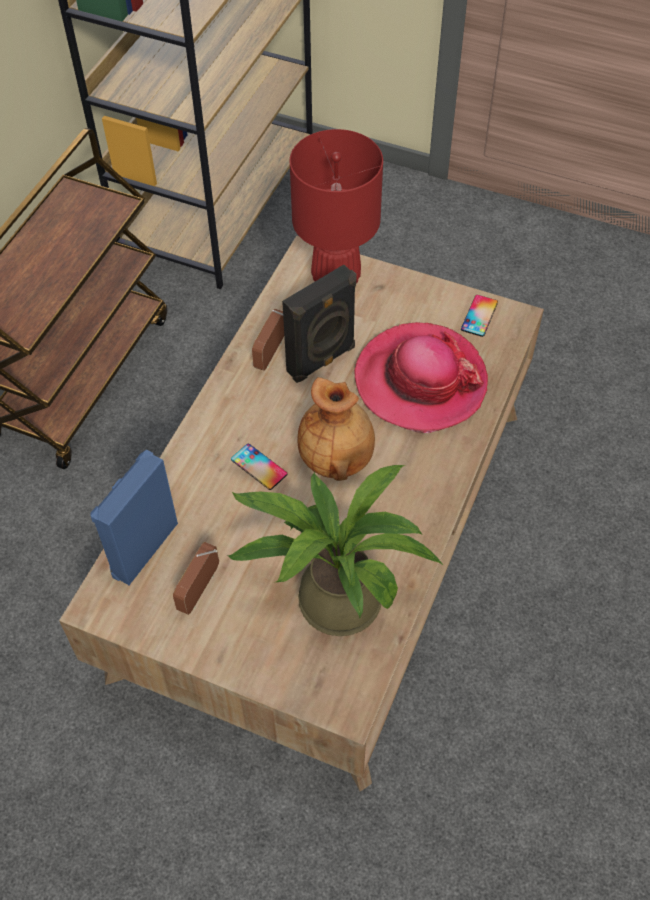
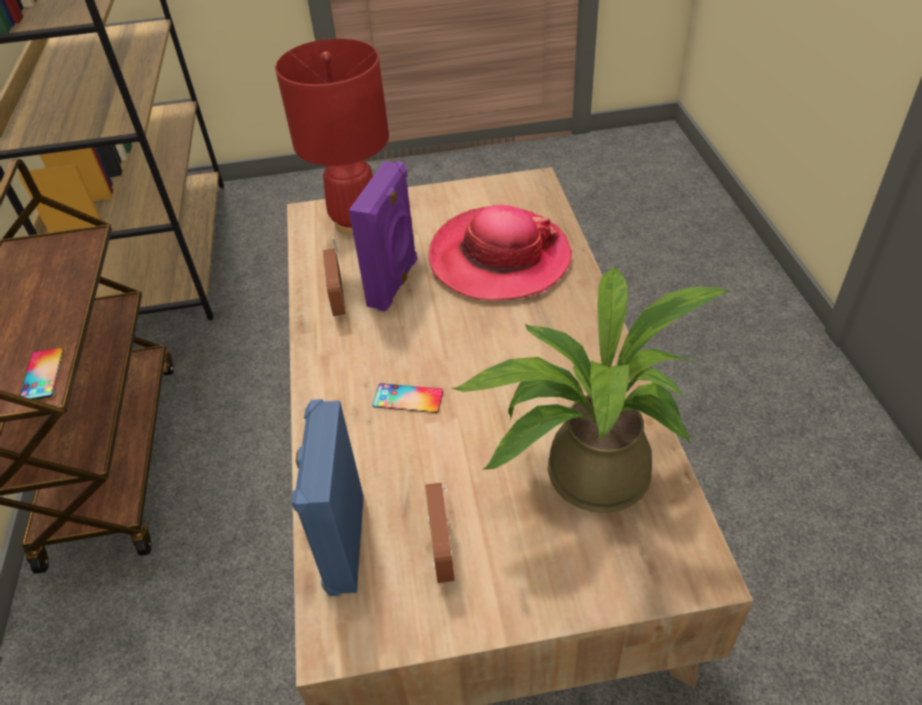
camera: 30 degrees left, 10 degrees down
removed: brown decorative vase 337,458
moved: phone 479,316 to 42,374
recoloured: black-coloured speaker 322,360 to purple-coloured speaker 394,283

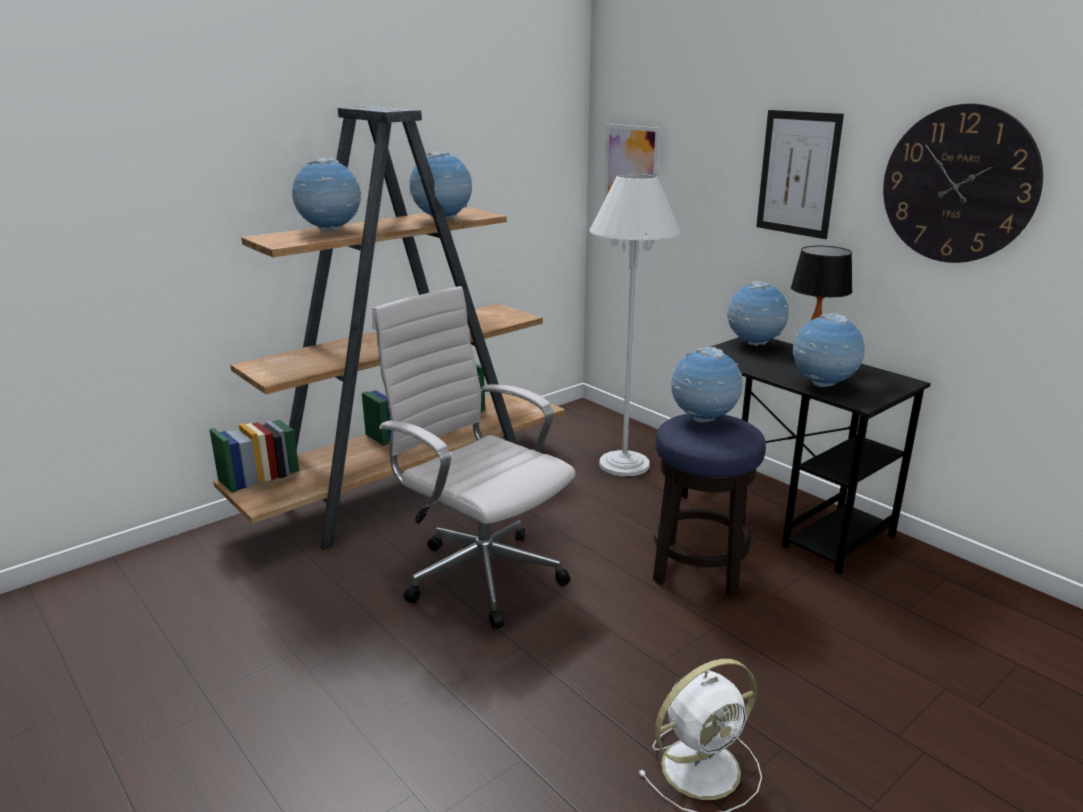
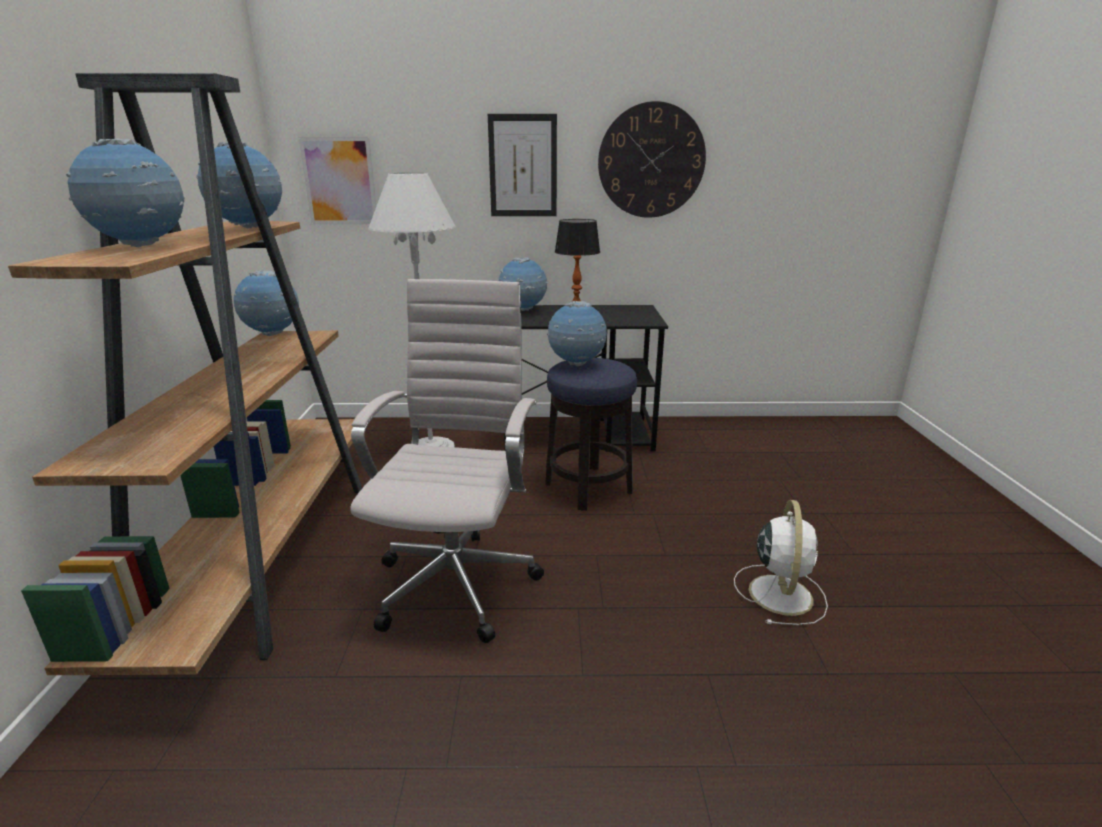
camera: 50 degrees left, 0 degrees up
moved: world globe 823,385 to 272,335
turned: whitish computer chair 479,574 = 458,580 105 degrees clockwise

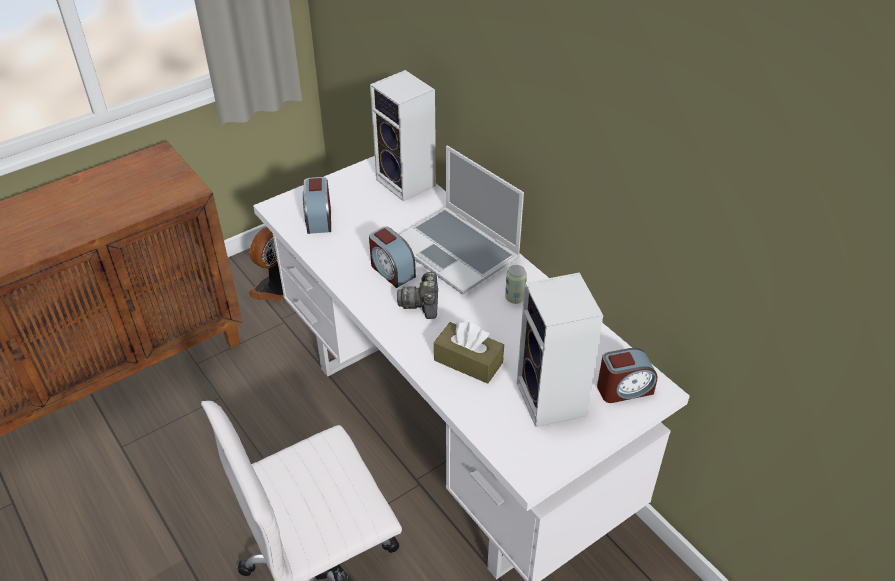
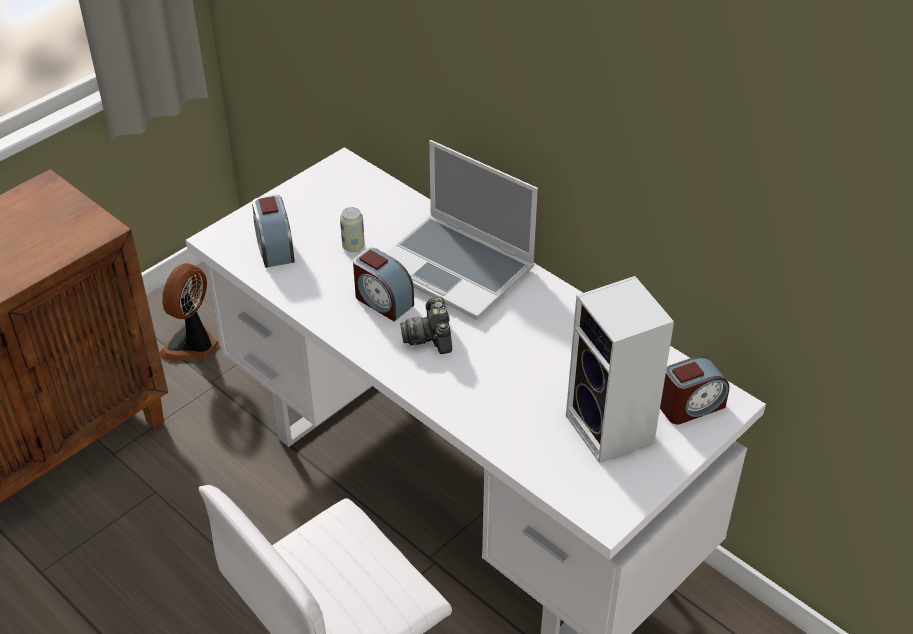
camera: 10 degrees left, 0 degrees up
removed: speaker 408,183; brown box of tissues 468,361
moved: metal can 514,298 to 353,246

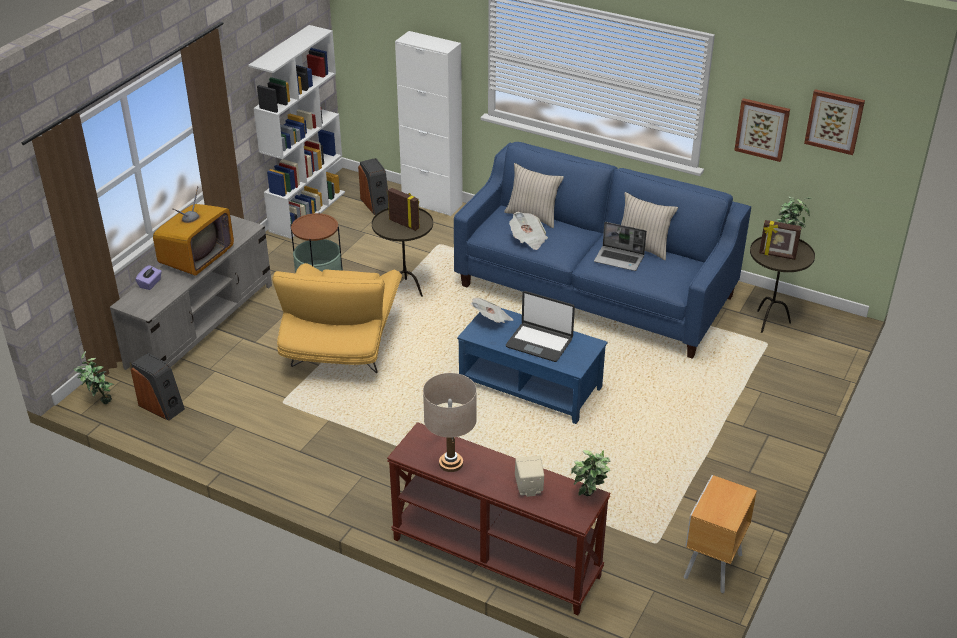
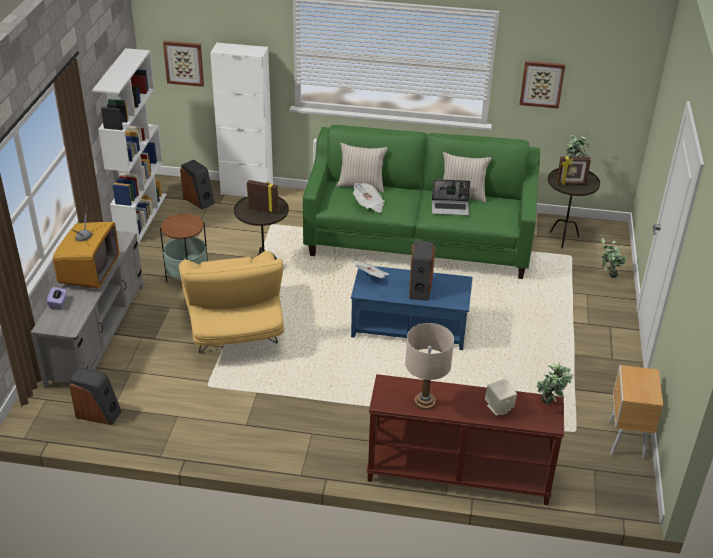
camera: 20 degrees left, 0 degrees up
moved: potted plant 100,401 to 608,277; wall picture 834,121 to 184,63
replaced: notebook computer 539,342 to speaker 420,288
recoloured: blue settee 594,291 to green-coloured settee 418,240

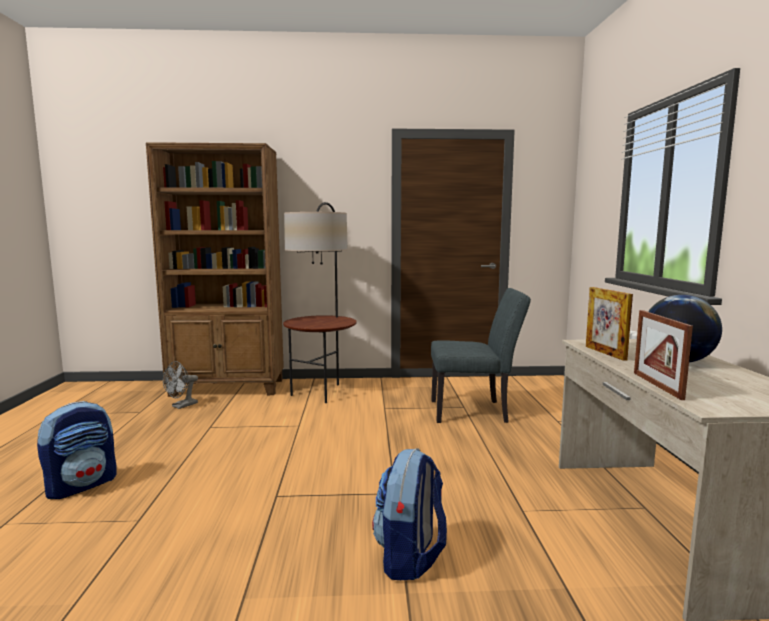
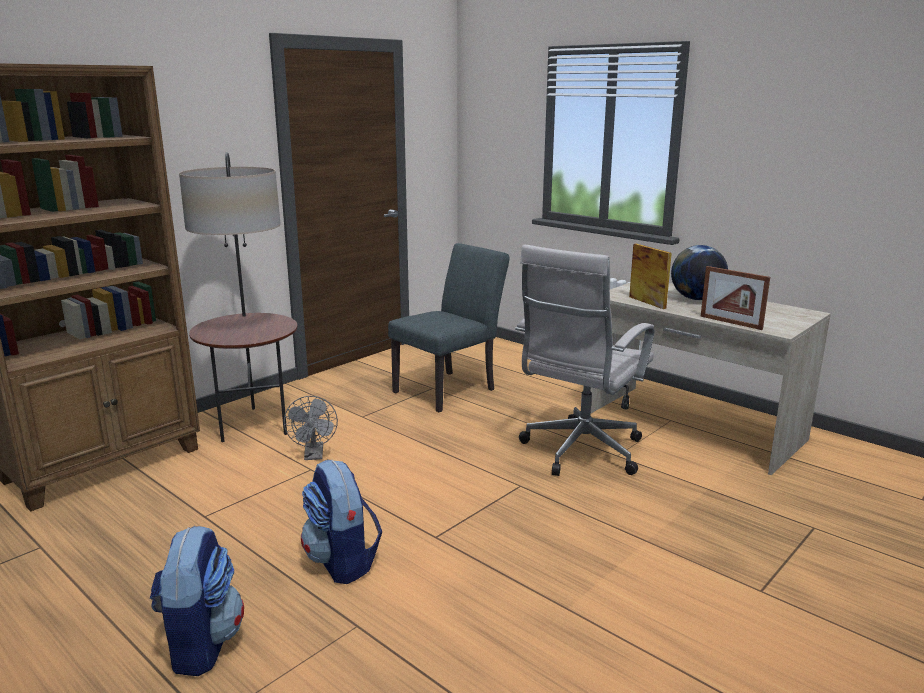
camera: 45 degrees left, 10 degrees up
added: whitish computer chair 579,453
moved: grey cooling fan 181,406 to 314,455; rucksack 410,557 to 342,562
turned: picture frame 605,353 = 647,302 150 degrees counterclockwise

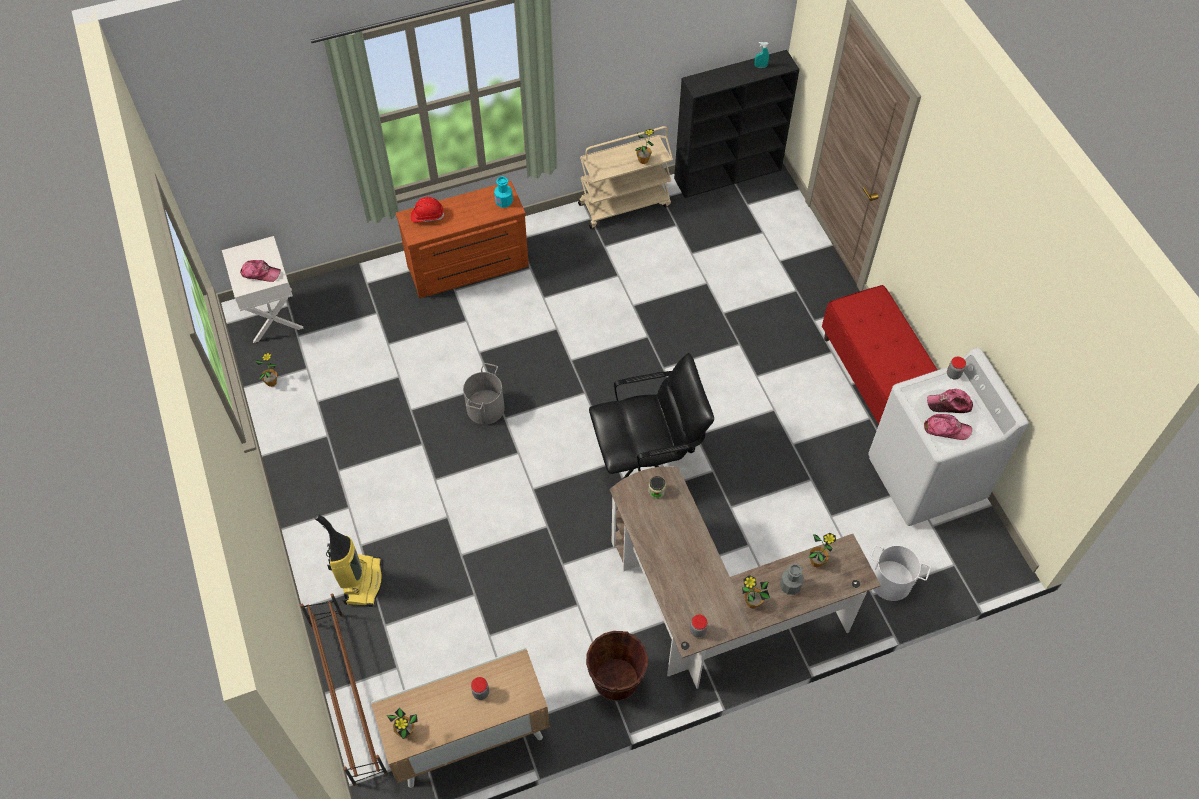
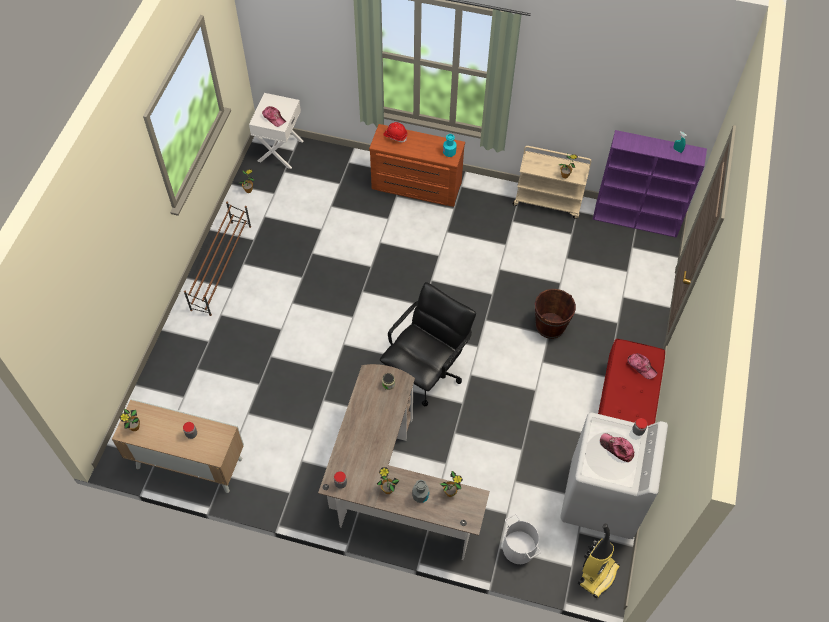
camera: 35 degrees right, 0 degrees up
removed: grey pail 485,408
moved: brown shoe shelf 347,695 to 222,267; vacuum 361,581 to 597,574; brown pail 616,680 to 550,326; peaked cap 946,429 to 641,367
recoloured: black-coloured shelving unit 728,173 to purple-coloured shelving unit 636,220
turned: black-coloured computer chair 648,462 = 426,372 75 degrees counterclockwise

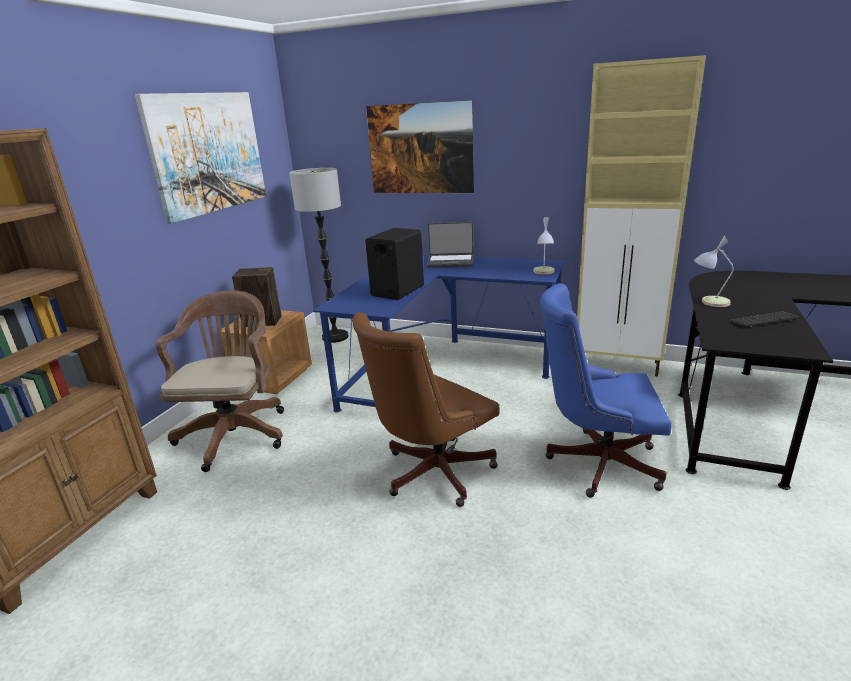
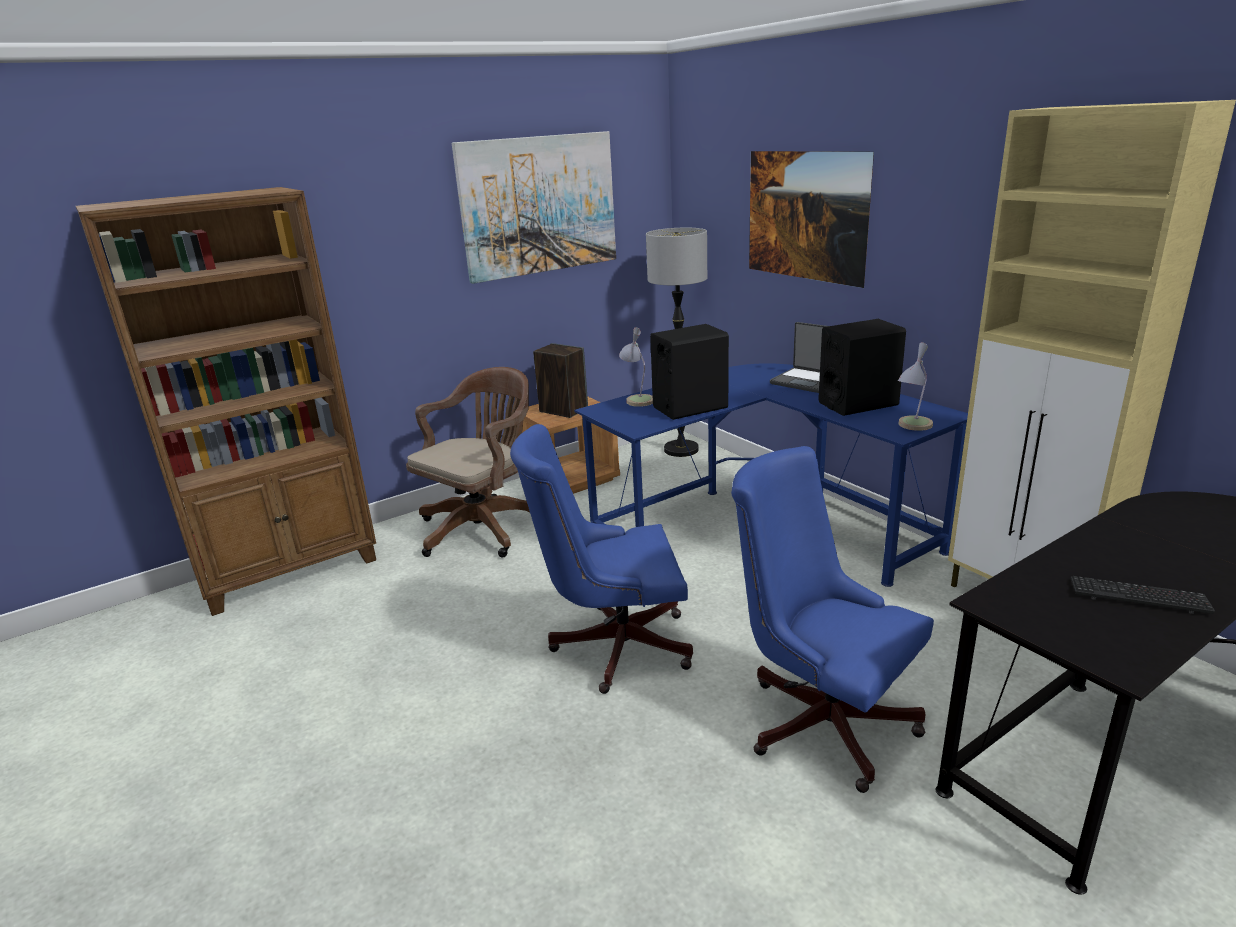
camera: 35 degrees right, 0 degrees up
added: black-coloured speaker 858,404
moved: tabletop lamp 709,301 to 637,399
recoloured: brown computer chair 431,474 to blue computer chair 613,646

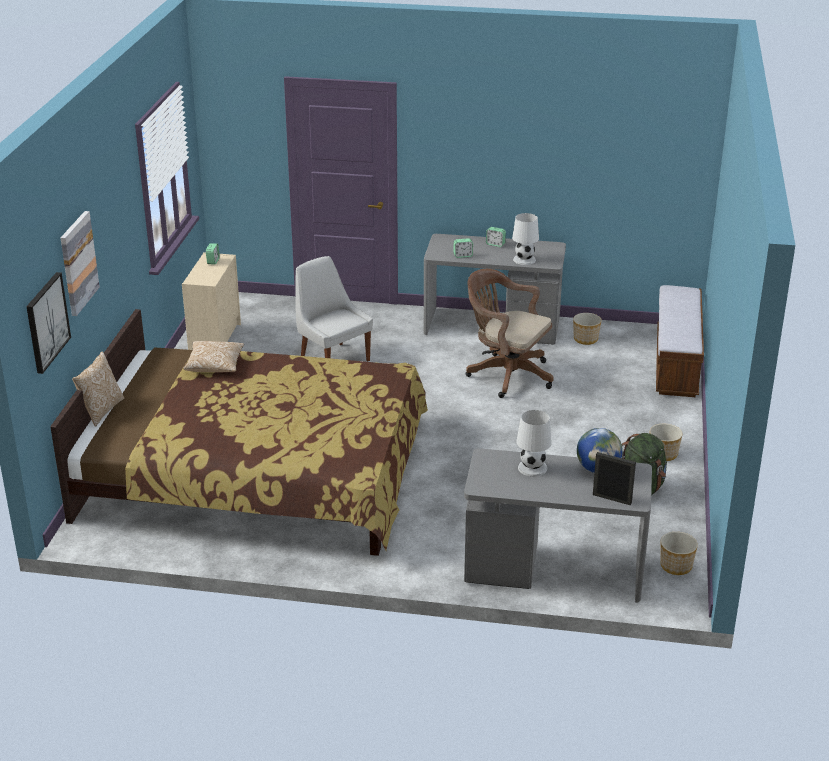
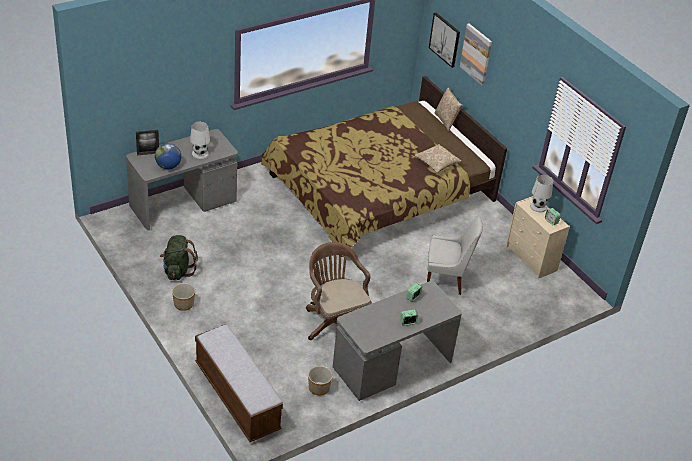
camera: 135 degrees right, 10 degrees up
removed: planter 675,566
moved: whitish tabletop lamp 524,260 to 538,206
turned: brown computer chair 506,374 = 334,322 105 degrees counterclockwise

